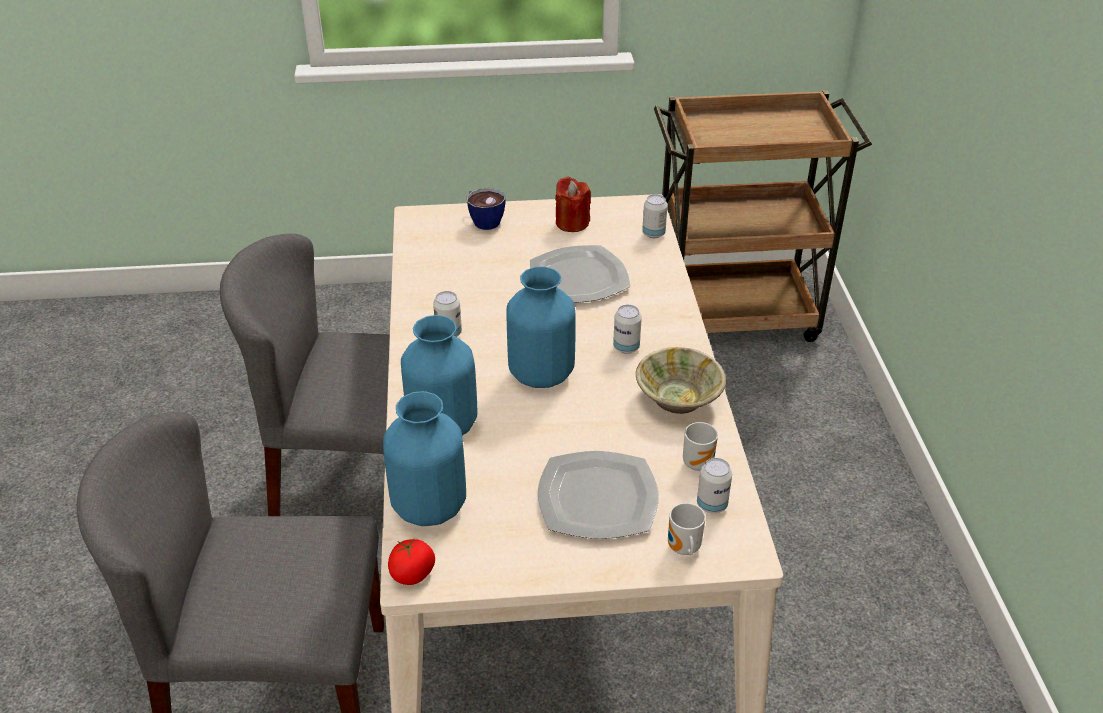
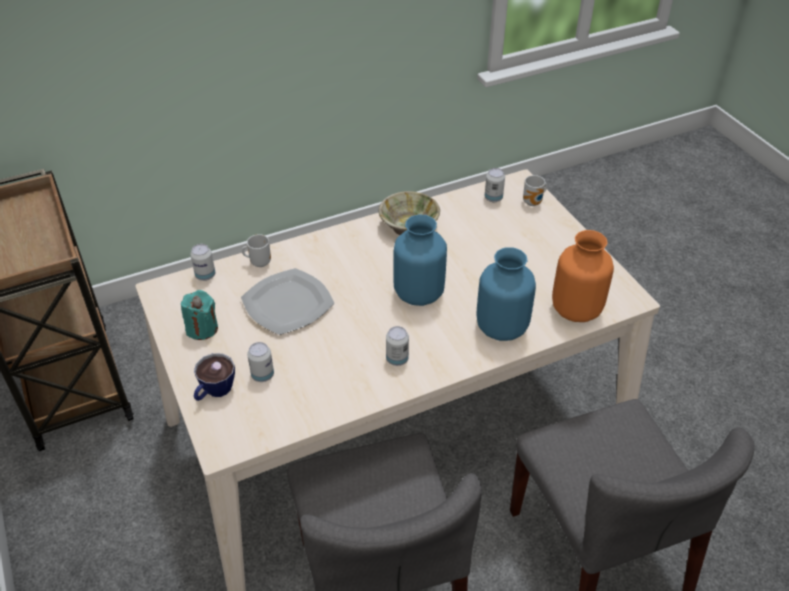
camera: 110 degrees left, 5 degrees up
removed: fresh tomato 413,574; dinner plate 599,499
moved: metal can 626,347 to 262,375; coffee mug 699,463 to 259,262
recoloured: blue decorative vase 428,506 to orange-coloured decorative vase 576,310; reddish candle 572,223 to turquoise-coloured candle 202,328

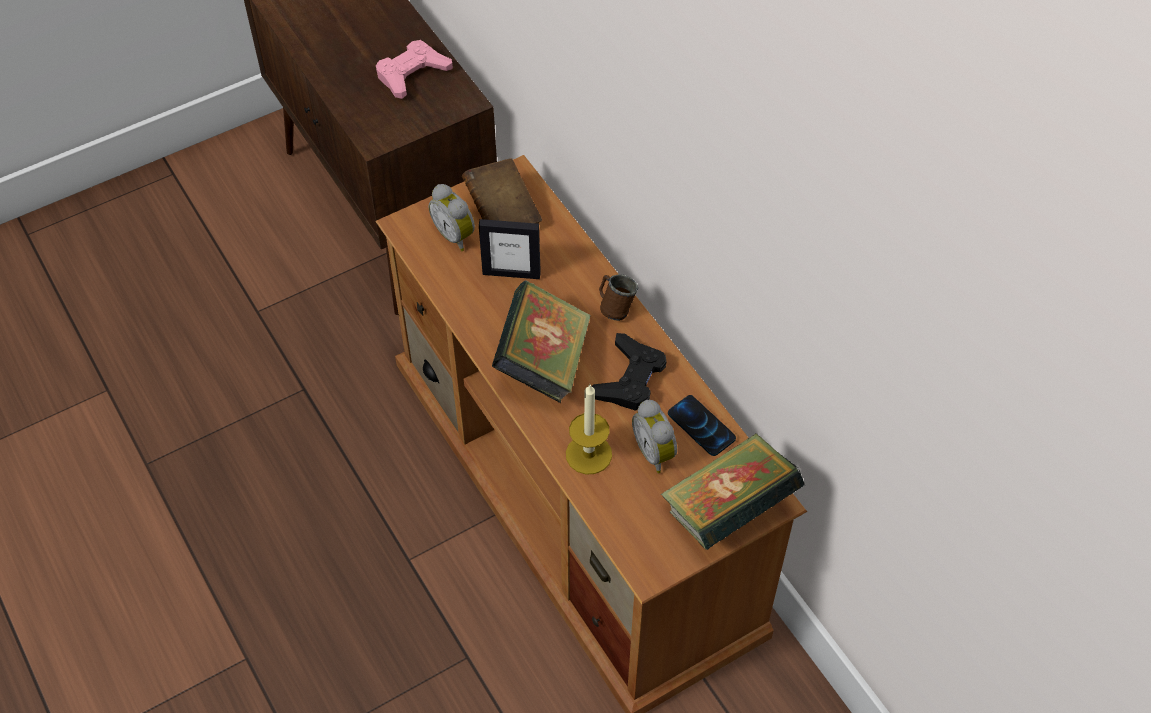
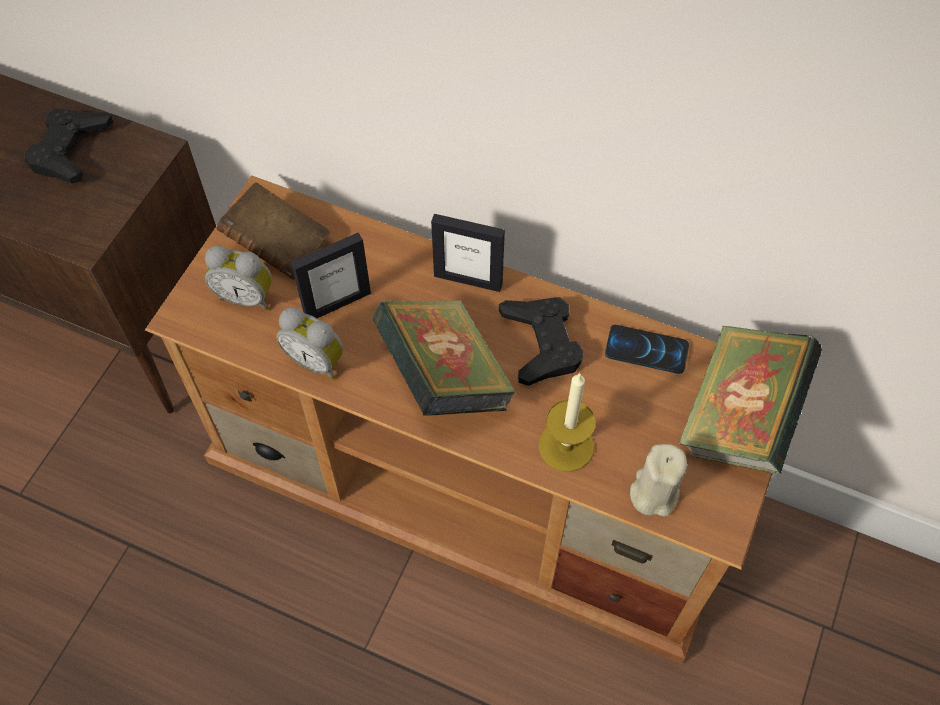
camera: 35 degrees left, 5 degrees up
added: sand-coloured candle 653,493
moved: table clock 656,452 to 317,360
replaced: brown coffee mug 614,307 to picture frame 468,279
recoloured: pink-coloured gamepad 412,74 to black-coloured gamepad 70,150

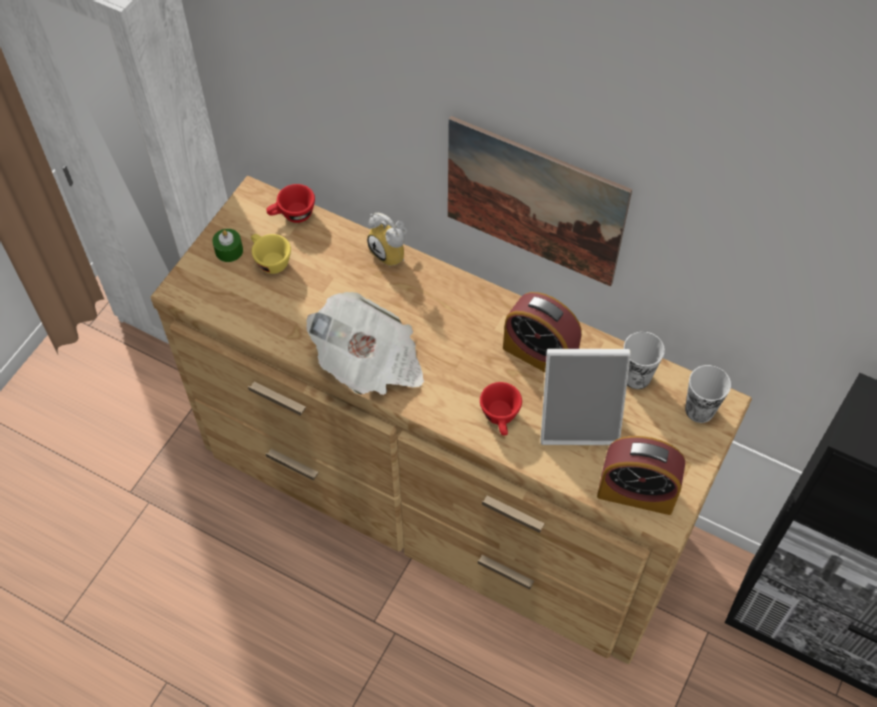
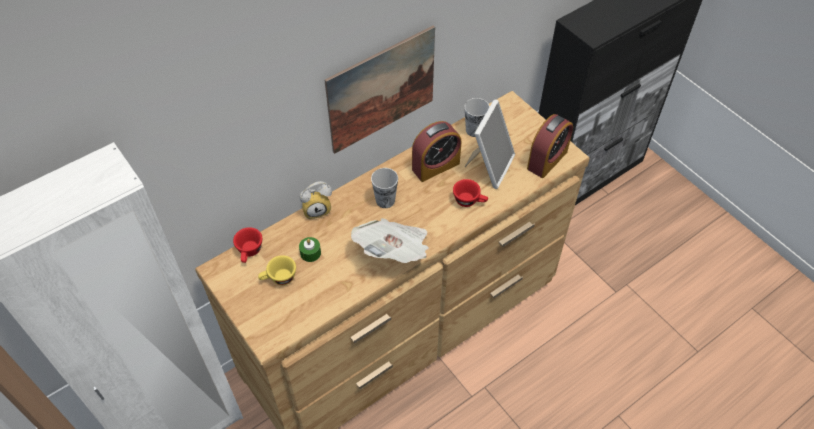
camera: 65 degrees left, 5 degrees down
moved: green-coloured candle 229,250 to 310,253; drinking cup 699,410 to 385,200

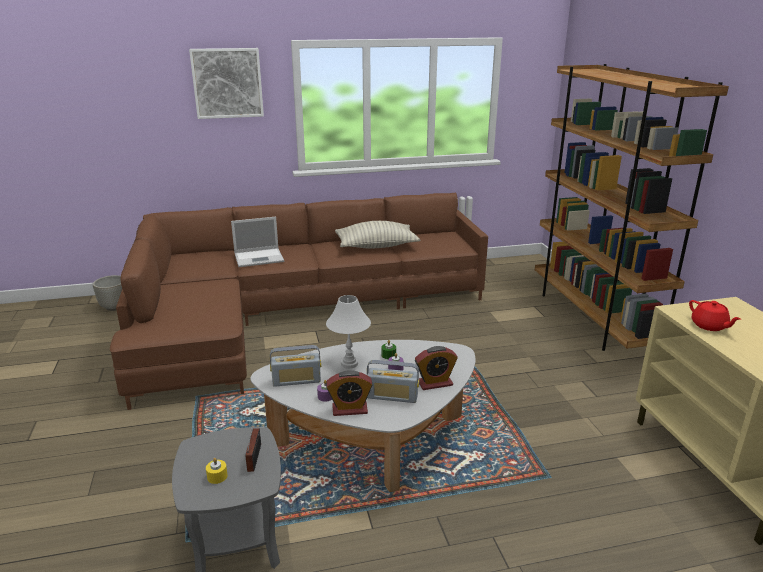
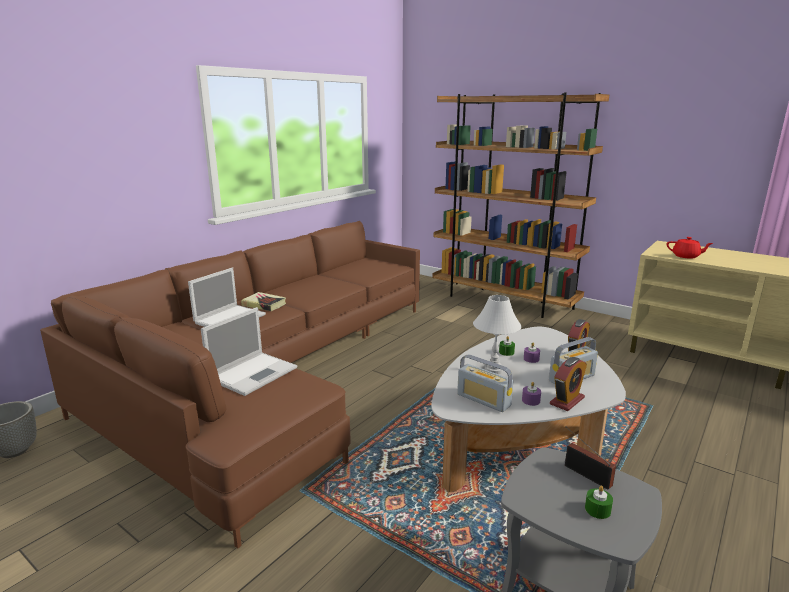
camera: 40 degrees left, 5 degrees down
removed: wall picture 227,83; pillow 376,246
added: notebook computer 254,373; bound book 264,304
recoloured: yellow-coloured candle 217,476 to green-coloured candle 597,510
turned: radio 296,380 = 483,400 90 degrees clockwise

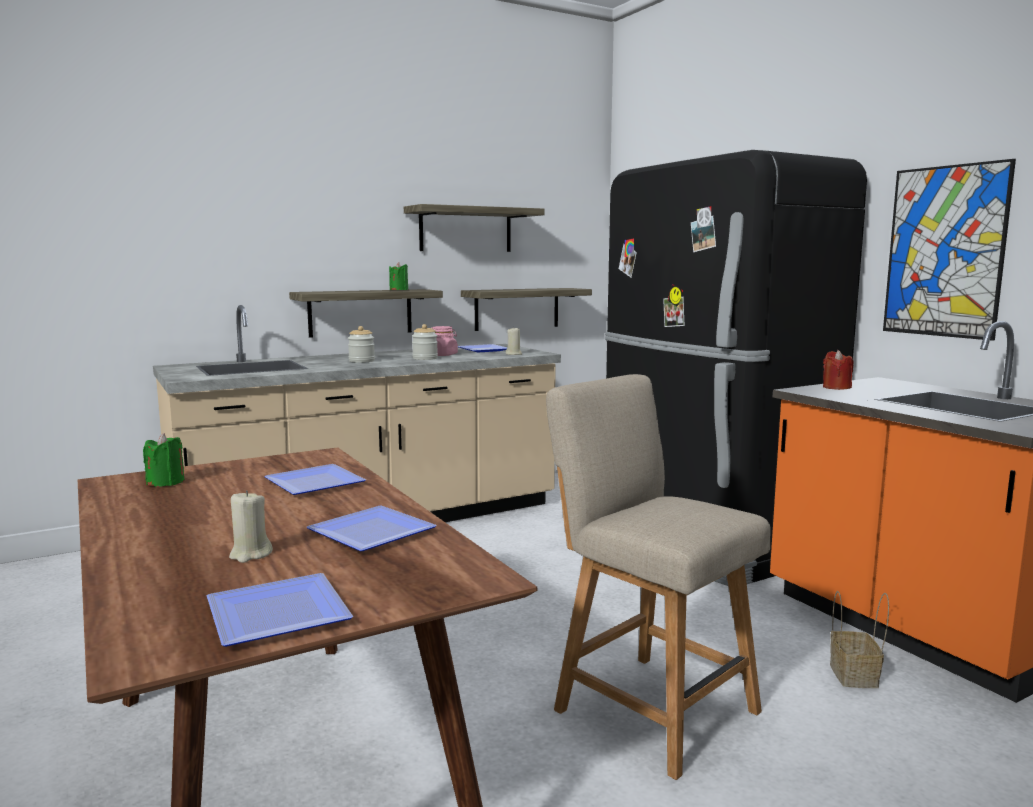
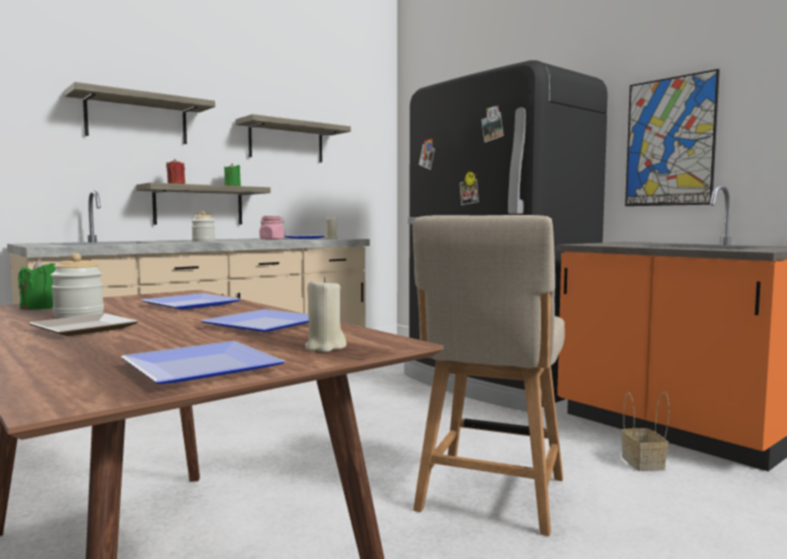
camera: 10 degrees left, 5 degrees down
added: dinner plate 82,330
moved: sand-coloured candle 250,554 to 325,347; preserve jar 425,358 to 79,314; wall shelf 517,308 to 137,119; reddish candle 836,387 to 176,184
turned: sand-coloured upright chair 648,706 = 490,497 105 degrees counterclockwise

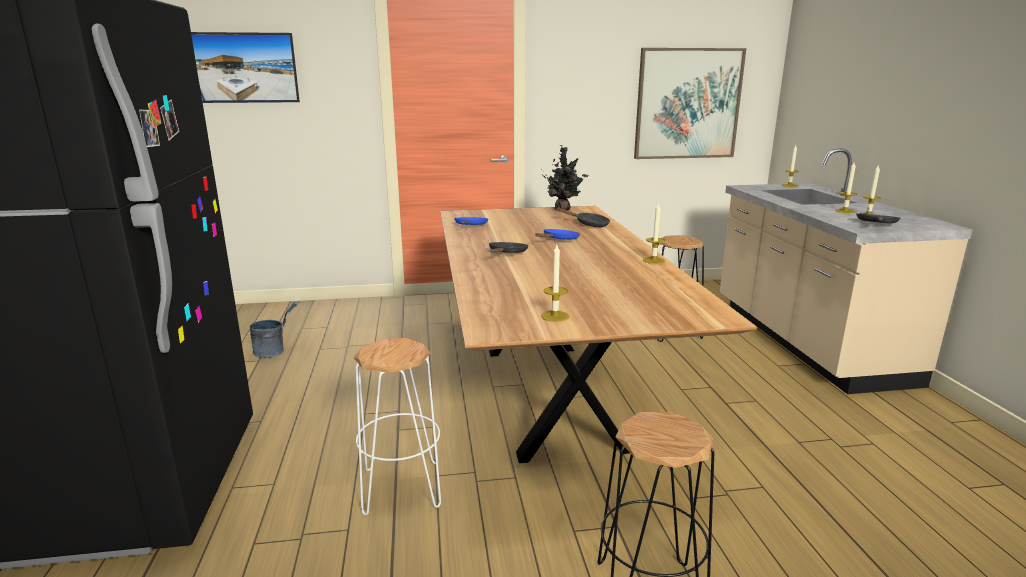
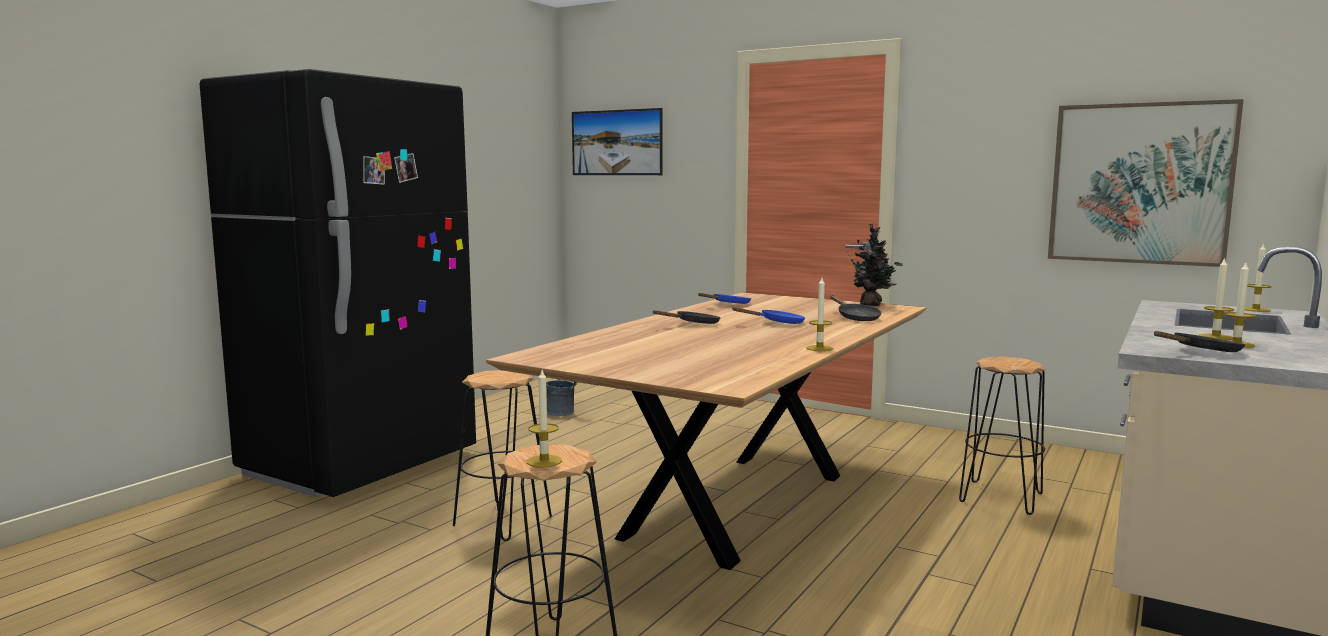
camera: 40 degrees right, 10 degrees down
moved: candle 555,316 to 544,461
recoloured: whitish sitting stool 402,487 to black-coloured sitting stool 503,520

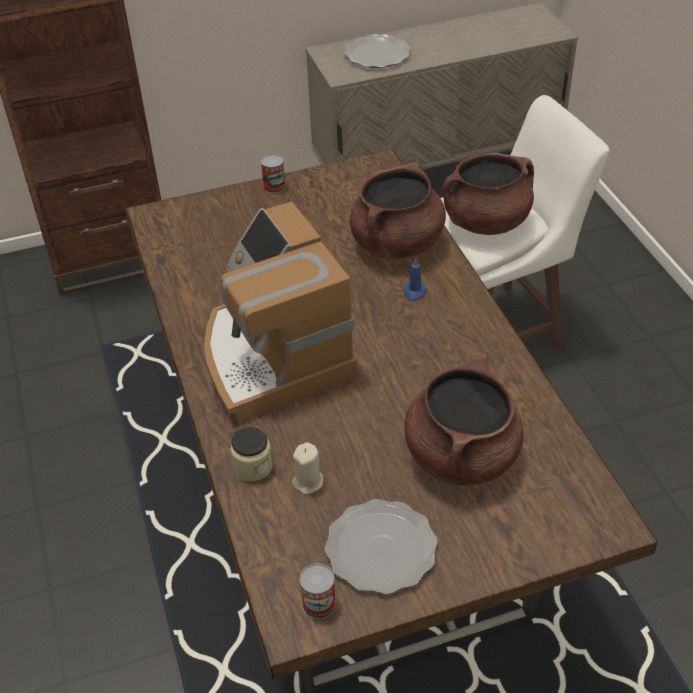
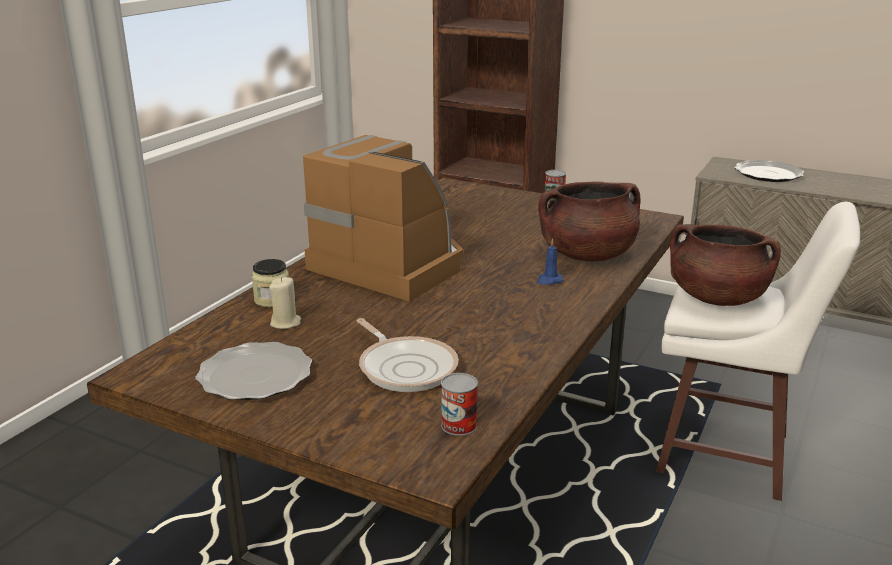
camera: 45 degrees right, 20 degrees down
moved: metal can 319,604 to 459,425
replaced: brown cooking pot 461,455 to pan 406,367
turned: coffee machine 273,356 = 389,264 105 degrees clockwise

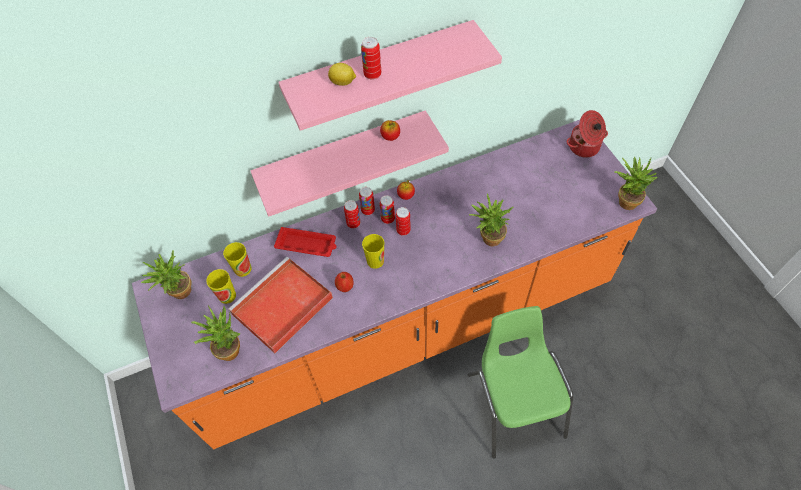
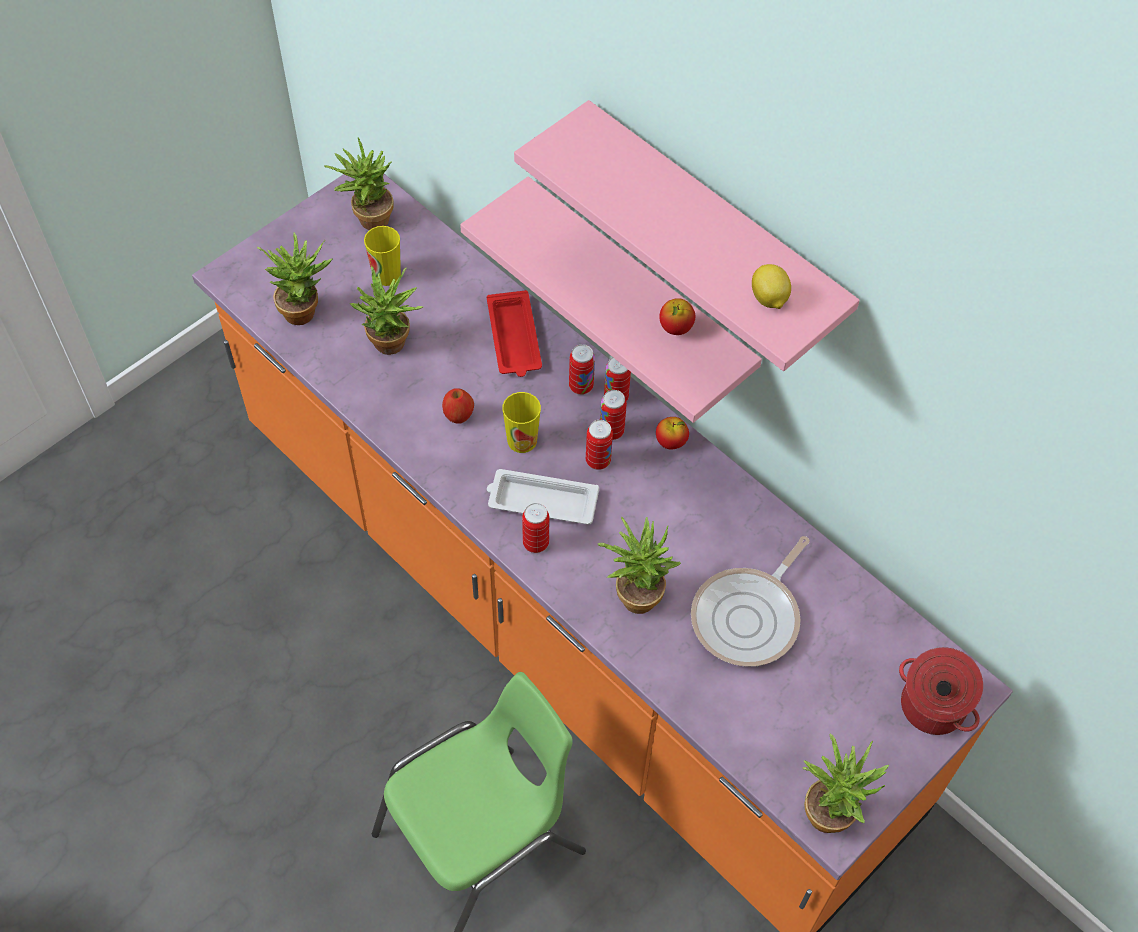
camera: 65 degrees right, 0 degrees up
removed: drinking cup 242,269
added: whitish tray 541,501; pan 749,617
moved: citrus fruit 343,82 to 768,299; metal can 372,74 to 536,543
replaced: reddish tray 281,307 to potted plant 391,347

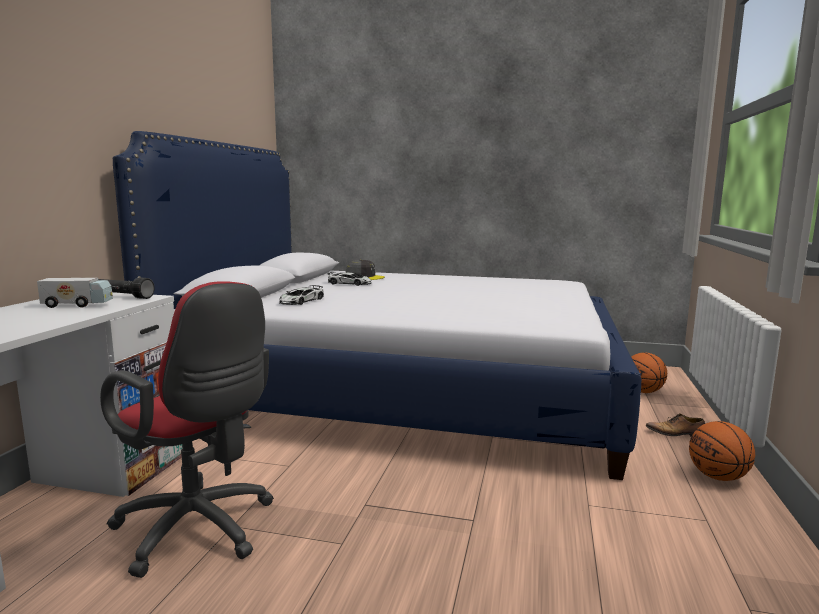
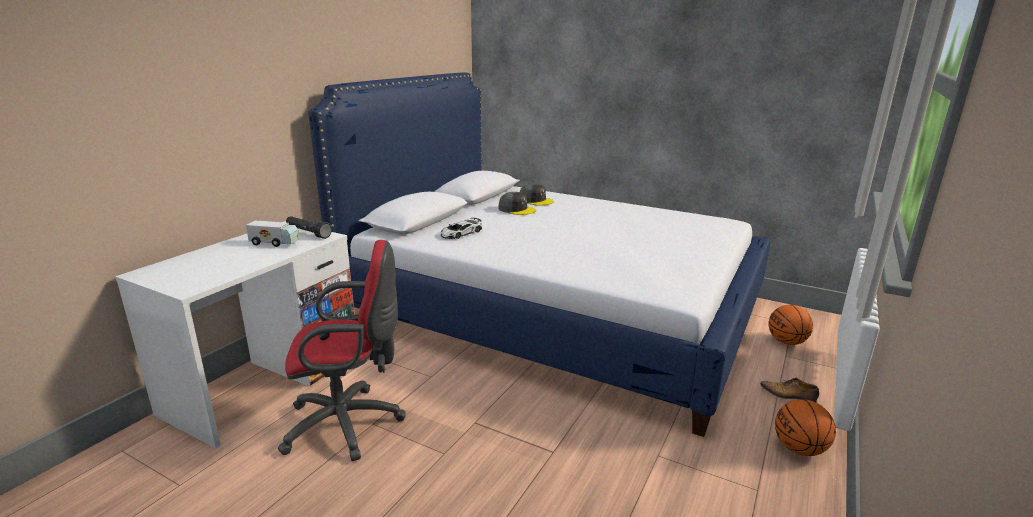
camera: 15 degrees right, 10 degrees up
replaced: model car 349,283 to grey peaked cap 516,209
turned: reddish computer chair 200,531 = 349,424 60 degrees counterclockwise

